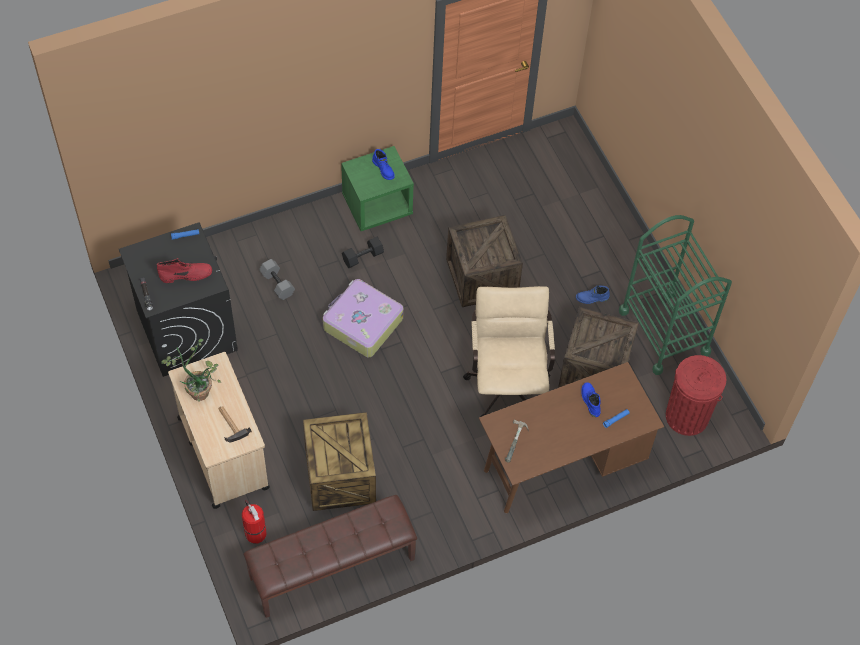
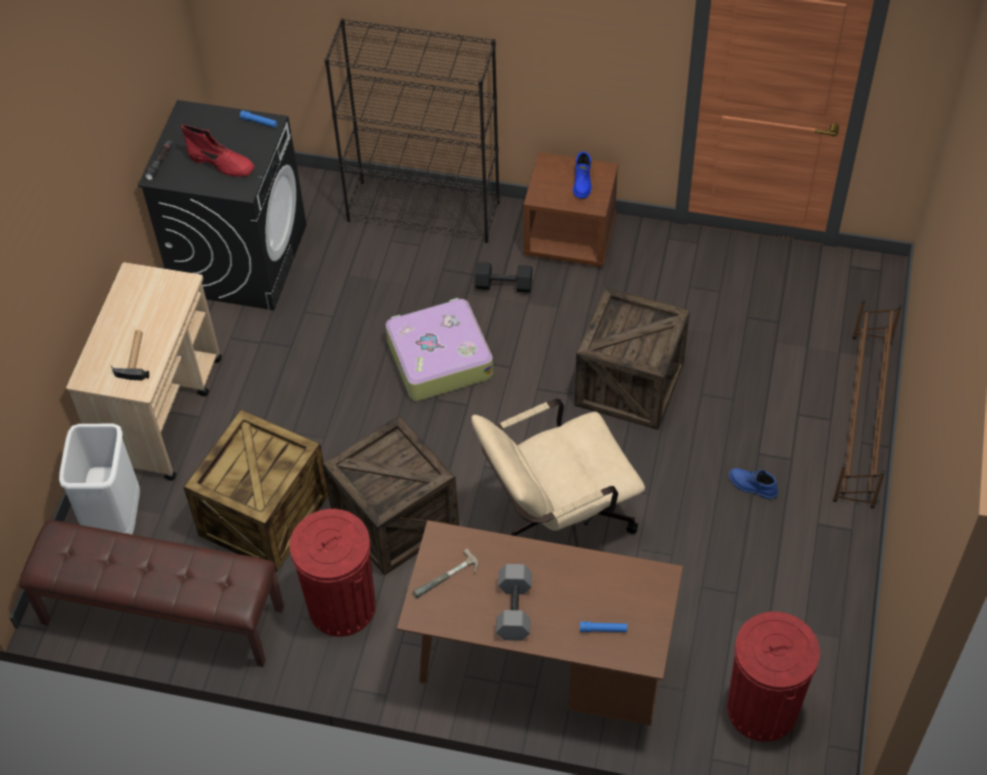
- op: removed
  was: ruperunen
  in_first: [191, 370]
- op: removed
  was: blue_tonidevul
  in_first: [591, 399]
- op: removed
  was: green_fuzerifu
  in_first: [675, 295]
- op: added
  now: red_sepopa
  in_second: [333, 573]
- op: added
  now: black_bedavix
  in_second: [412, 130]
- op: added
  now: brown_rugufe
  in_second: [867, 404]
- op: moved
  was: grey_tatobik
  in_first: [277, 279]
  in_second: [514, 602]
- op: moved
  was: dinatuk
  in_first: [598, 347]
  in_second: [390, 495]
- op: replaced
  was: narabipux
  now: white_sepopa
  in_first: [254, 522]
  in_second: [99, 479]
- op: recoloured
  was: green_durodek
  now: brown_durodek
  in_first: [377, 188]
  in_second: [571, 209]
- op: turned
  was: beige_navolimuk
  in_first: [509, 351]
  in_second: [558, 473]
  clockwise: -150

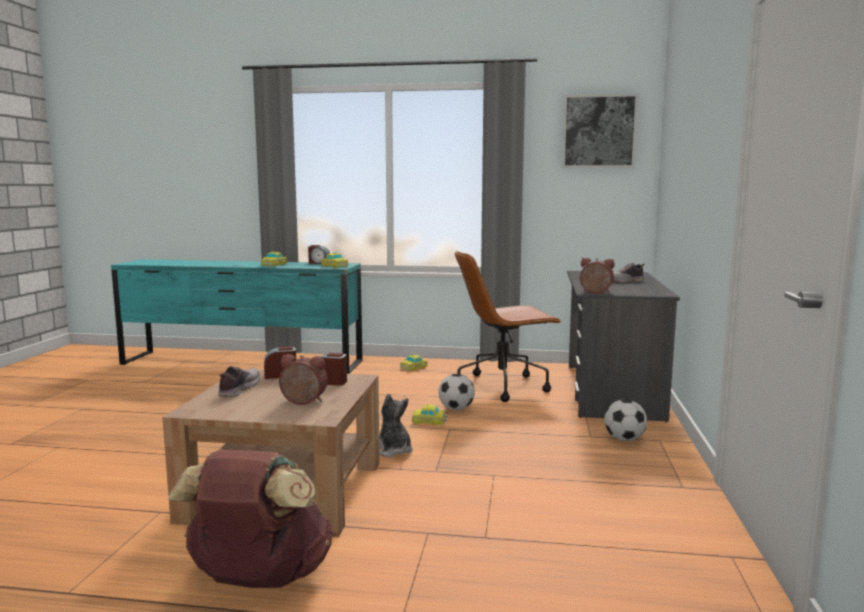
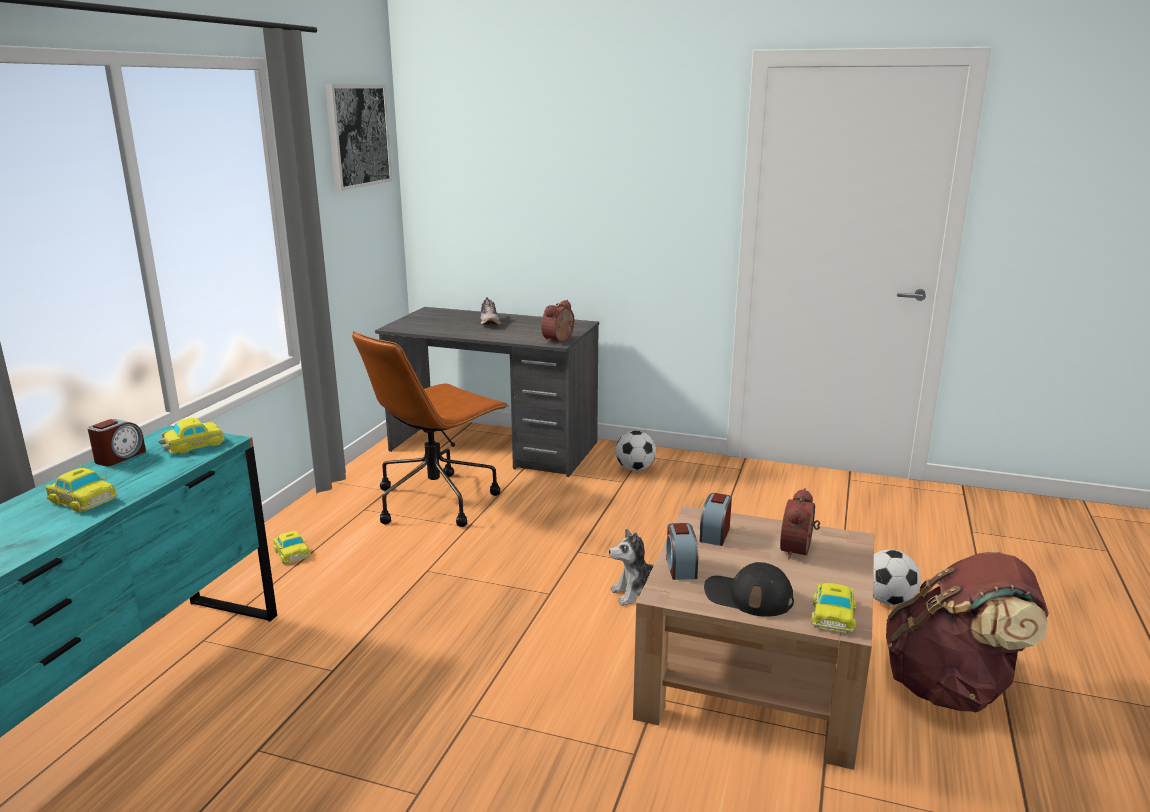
- op: moved
  was: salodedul
  in_first: [430, 414]
  in_second: [833, 608]
- op: moved
  was: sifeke
  in_first: [456, 392]
  in_second: [897, 577]
- op: replaced
  was: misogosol
  now: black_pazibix
  in_first: [239, 381]
  in_second: [749, 589]
- op: turned
  was: brown_navolimuk
  in_first: [508, 326]
  in_second: [430, 429]
  clockwise: 45

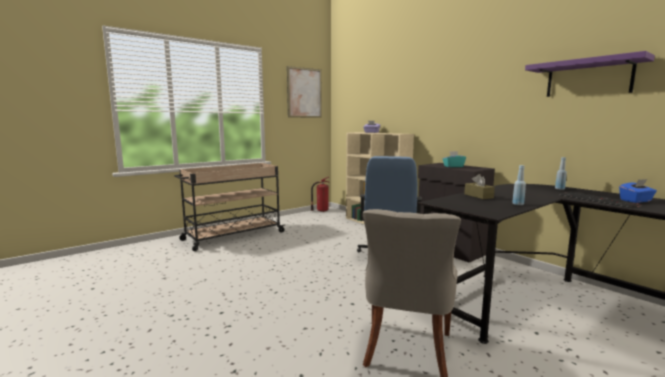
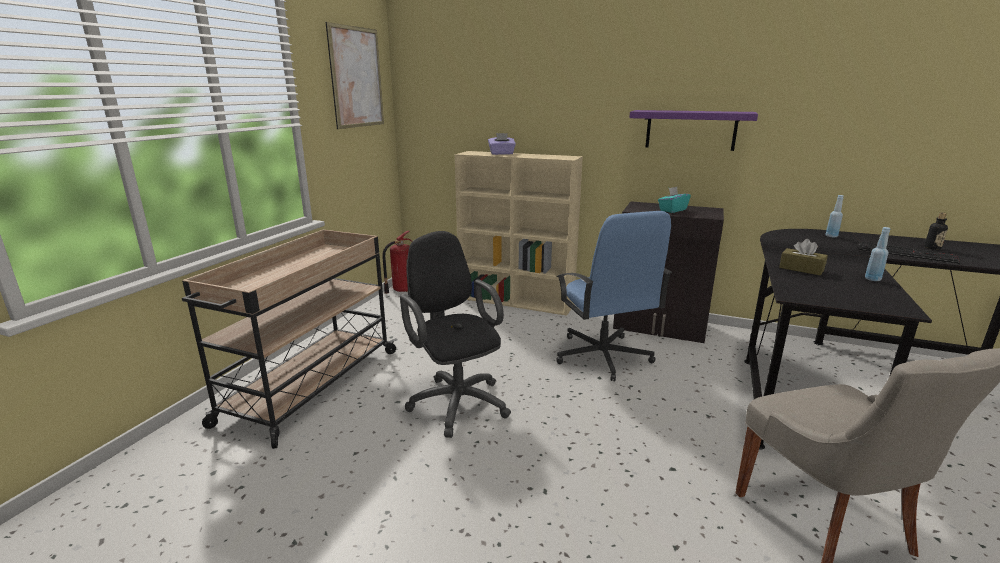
- op: added
  now: black_navolimuk
  in_second: [455, 334]
- op: moved
  was: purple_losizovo
  in_first: [590, 74]
  in_second: [693, 130]
- op: replaced
  was: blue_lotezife
  now: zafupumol
  in_first: [638, 191]
  in_second: [936, 231]

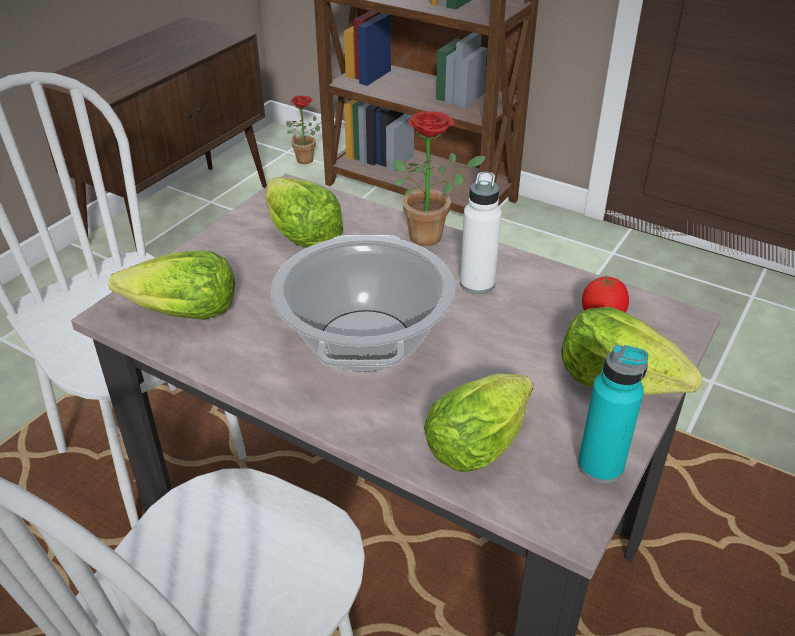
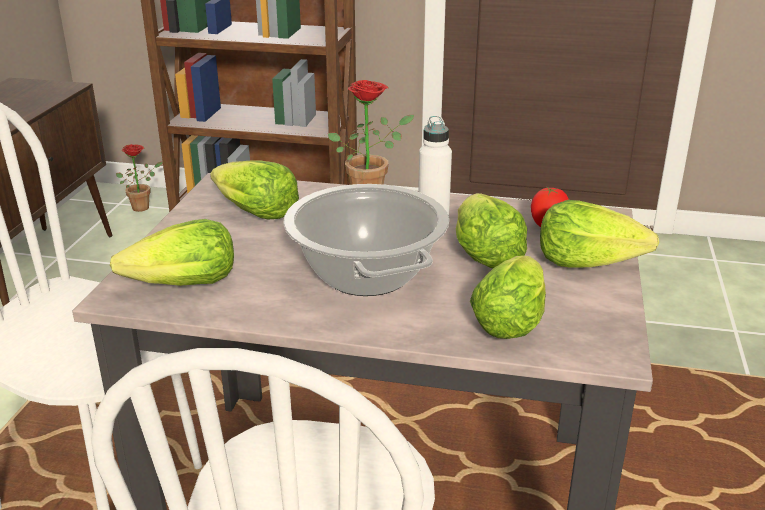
- op: removed
  was: turquoise_zafupumol
  in_first: [613, 414]
- op: added
  now: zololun
  in_second: [491, 230]

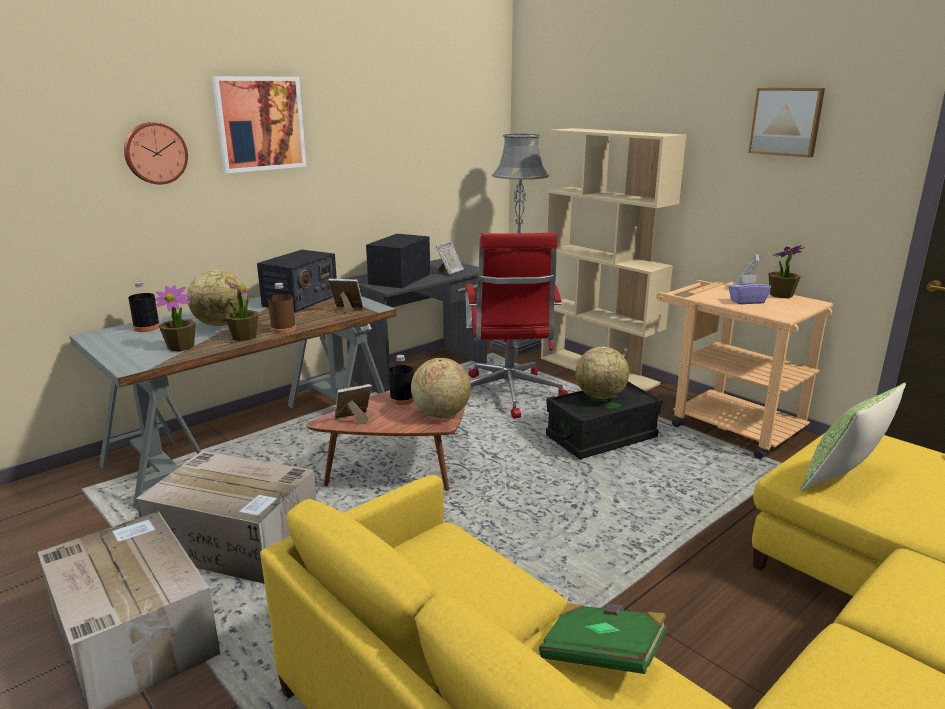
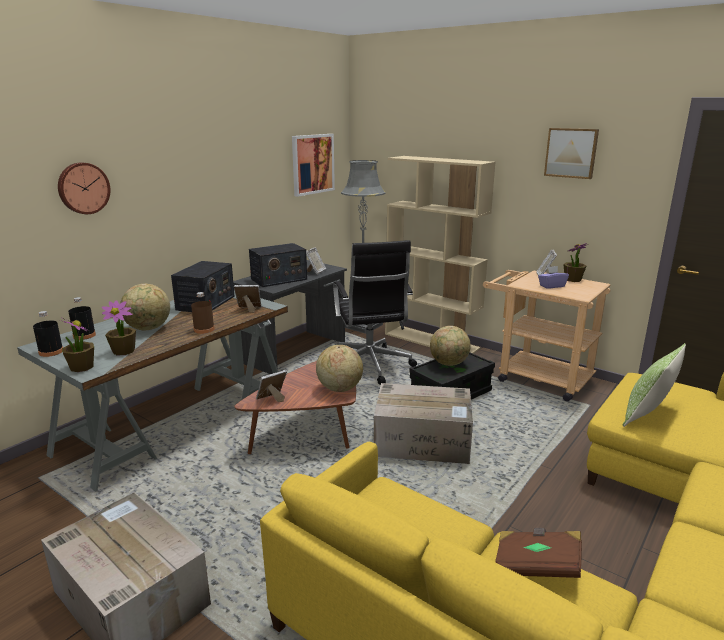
- op: moved
  was: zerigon
  in_first: [226, 517]
  in_second: [423, 423]
- op: moved
  was: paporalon
  in_first: [259, 124]
  in_second: [313, 165]
- op: moved
  was: ruperunen
  in_first: [242, 311]
  in_second: [77, 345]
- op: moved
  was: black_zafupumol
  in_first: [401, 380]
  in_second: [48, 334]
- op: recoloured
  was: red_navolimuk
  now: black_navolimuk
  in_first: [516, 325]
  in_second: [375, 312]
- op: recoloured
  was: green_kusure
  now: brown_kusure
  in_first: [603, 638]
  in_second: [538, 553]
- op: turned
  was: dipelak
  in_first: [398, 261]
  in_second: [278, 265]
  clockwise: -135

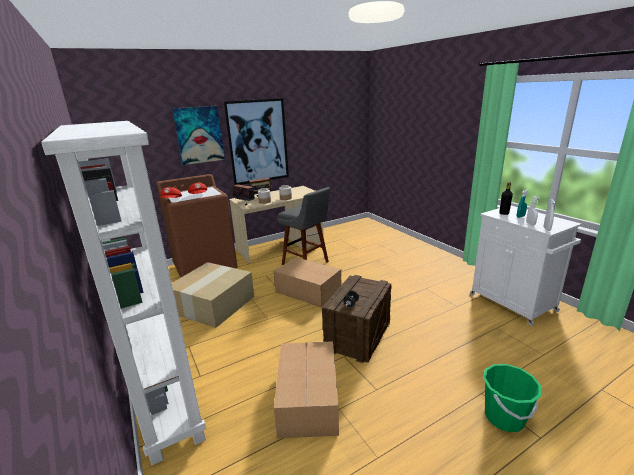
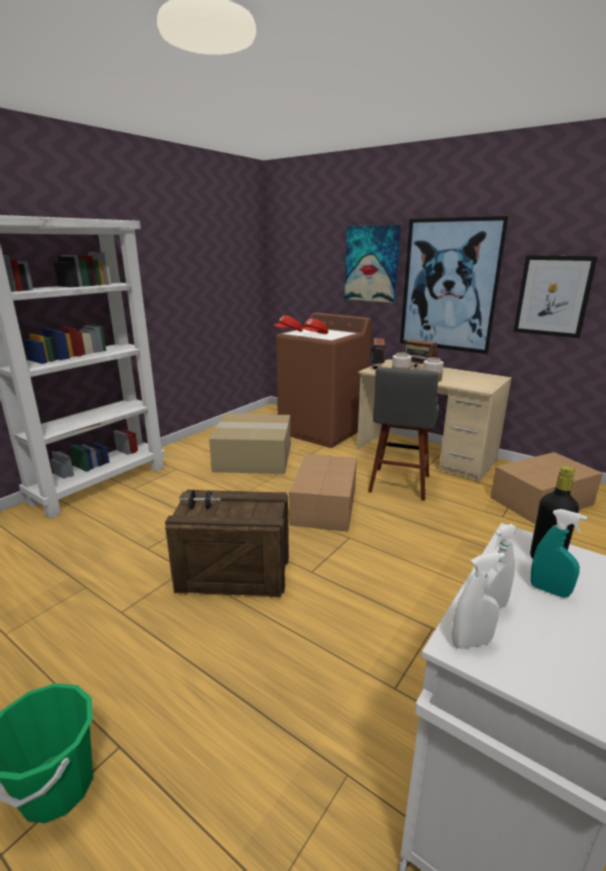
- op: added
  now: paporalon
  in_second: [555, 296]
- op: moved
  was: zerigon
  in_first: [306, 389]
  in_second: [546, 488]

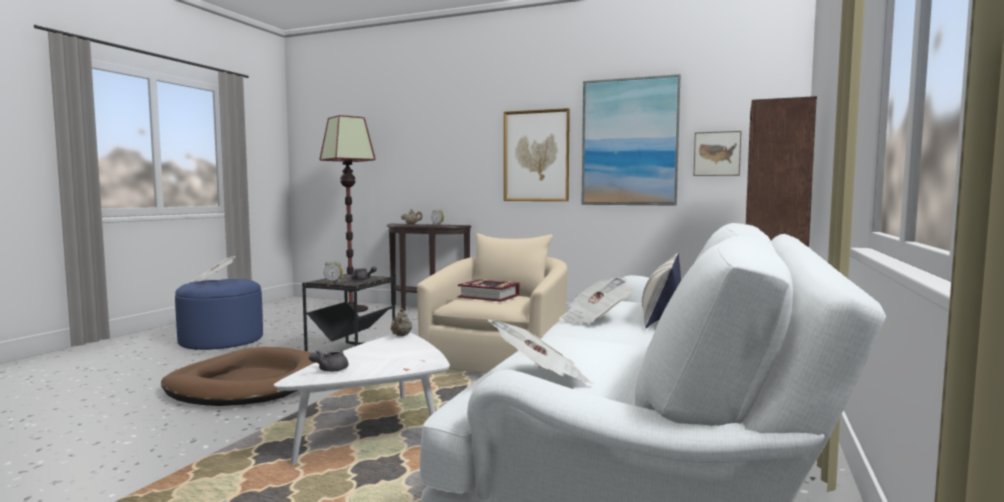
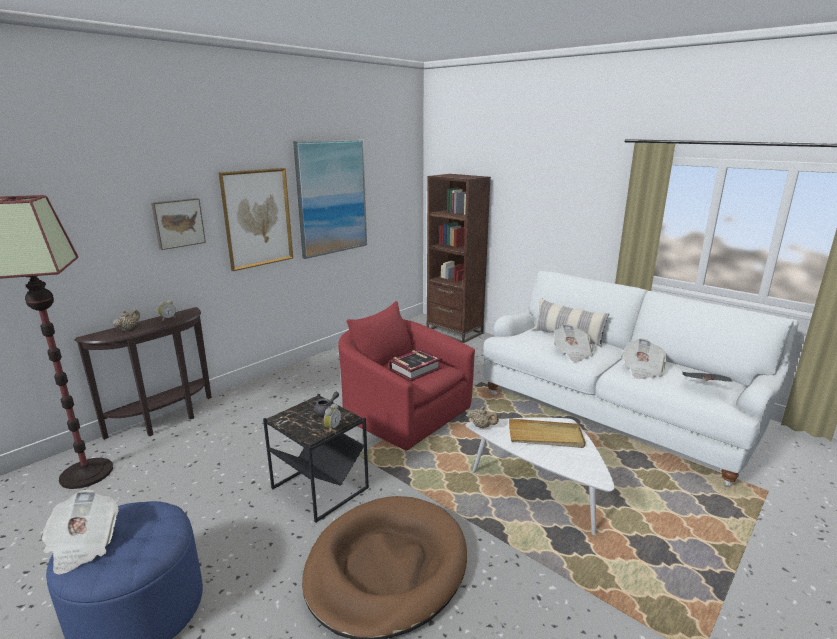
- op: removed
  was: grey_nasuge
  in_first: [328, 361]
- op: added
  now: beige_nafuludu
  in_second: [547, 433]
- op: added
  now: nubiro
  in_second: [644, 359]
- op: moved
  was: paporalon
  in_first: [717, 153]
  in_second: [178, 224]
- op: recoloured
  was: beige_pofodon
  now: red_pofodon
  in_first: [492, 303]
  in_second: [406, 376]

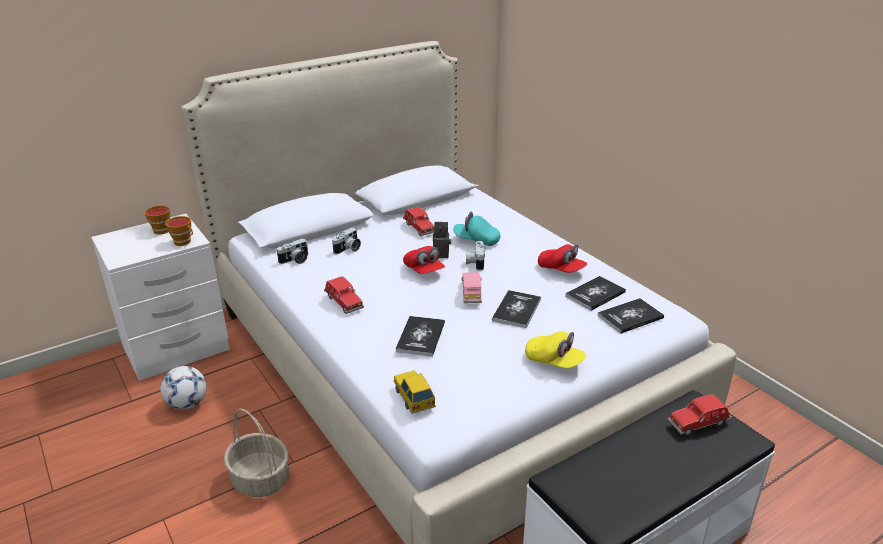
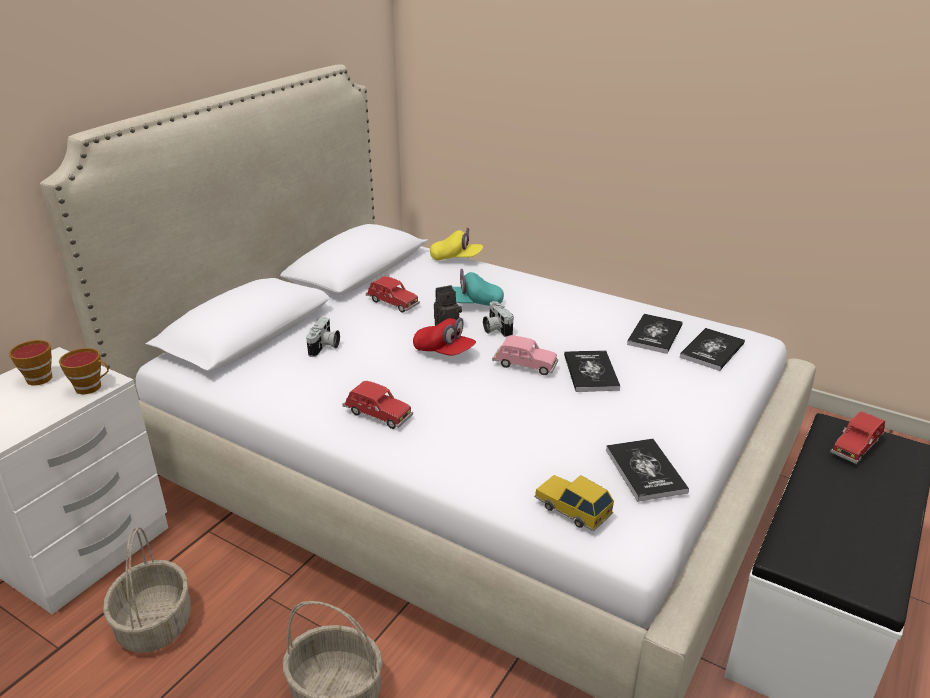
- op: removed
  was: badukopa
  in_first: [292, 251]
- op: removed
  was: red_pazibix
  in_first: [562, 258]
- op: moved
  was: kusure
  in_first: [420, 336]
  in_second: [647, 470]
- op: moved
  was: yellow_pazibix
  in_first: [555, 349]
  in_second: [456, 244]
- op: replaced
  was: sifeke
  now: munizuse
  in_first: [183, 388]
  in_second: [147, 590]
- op: turned
  was: pink_salodedul
  in_first: [472, 288]
  in_second: [525, 355]
  clockwise: 135

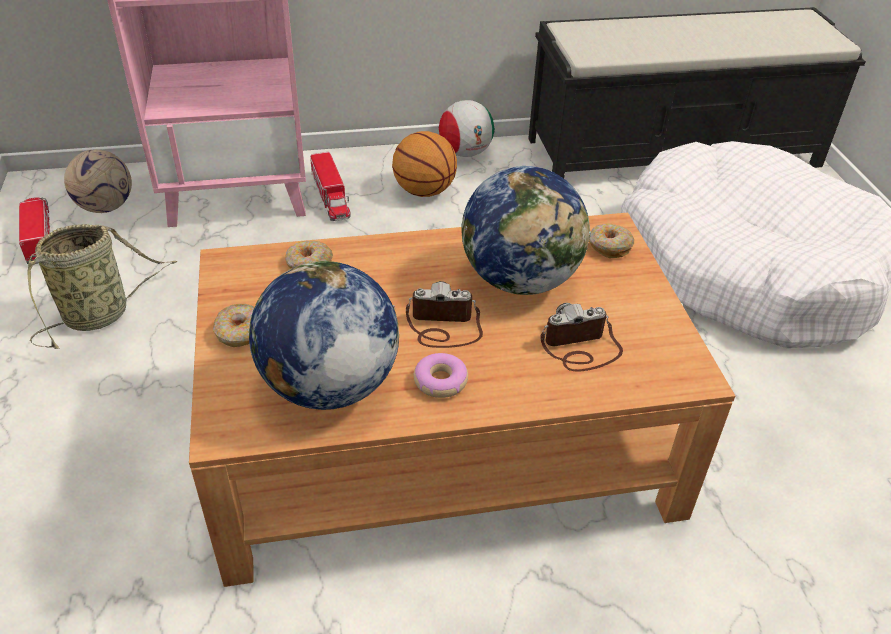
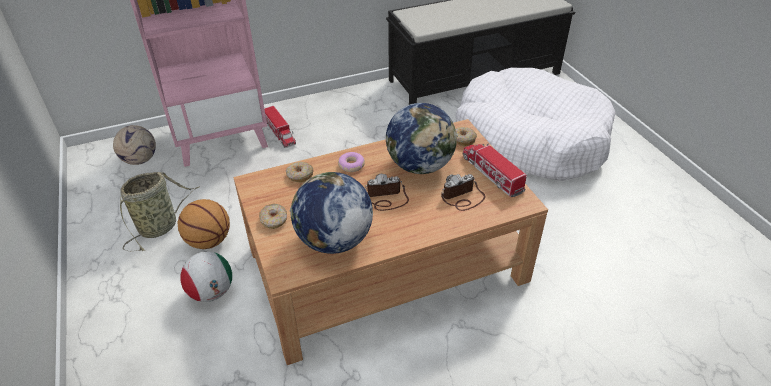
- op: moved
  was: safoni
  in_first: [34, 230]
  in_second: [495, 170]
- op: moved
  was: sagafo
  in_first: [424, 164]
  in_second: [203, 224]
- op: moved
  was: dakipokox
  in_first: [441, 375]
  in_second: [351, 162]
- op: moved
  was: sifeke
  in_first: [467, 128]
  in_second: [206, 277]

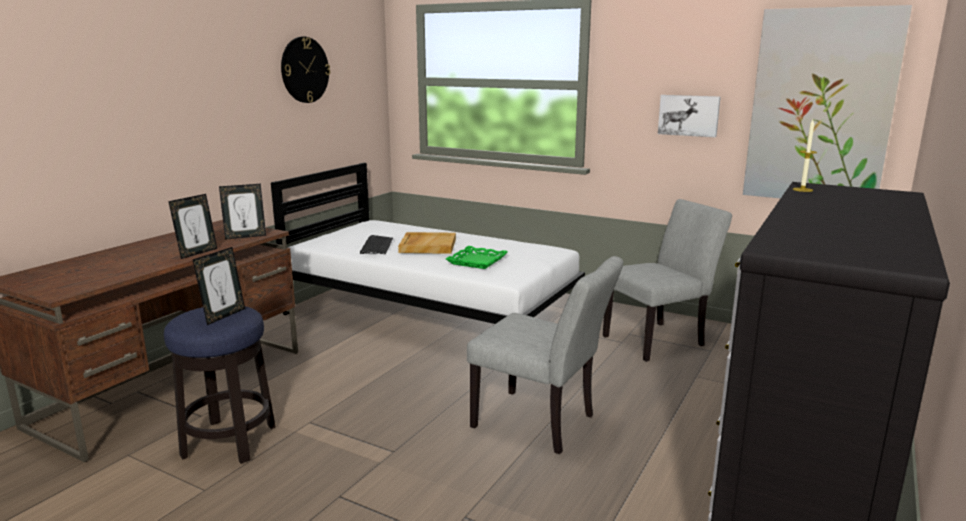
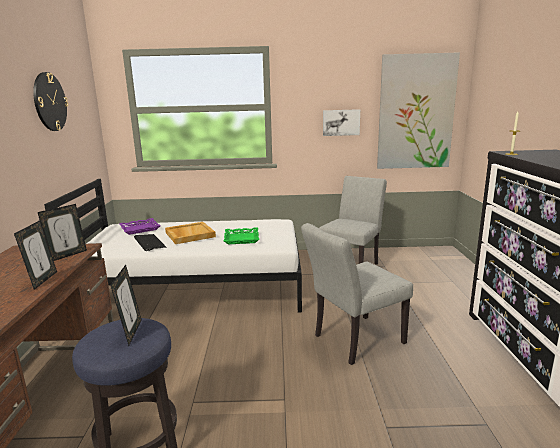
- op: added
  now: purple_nafuludu
  in_second: [139, 226]
- op: turned
  was: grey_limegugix
  in_first: [545, 355]
  in_second: [357, 294]
  clockwise: 150

